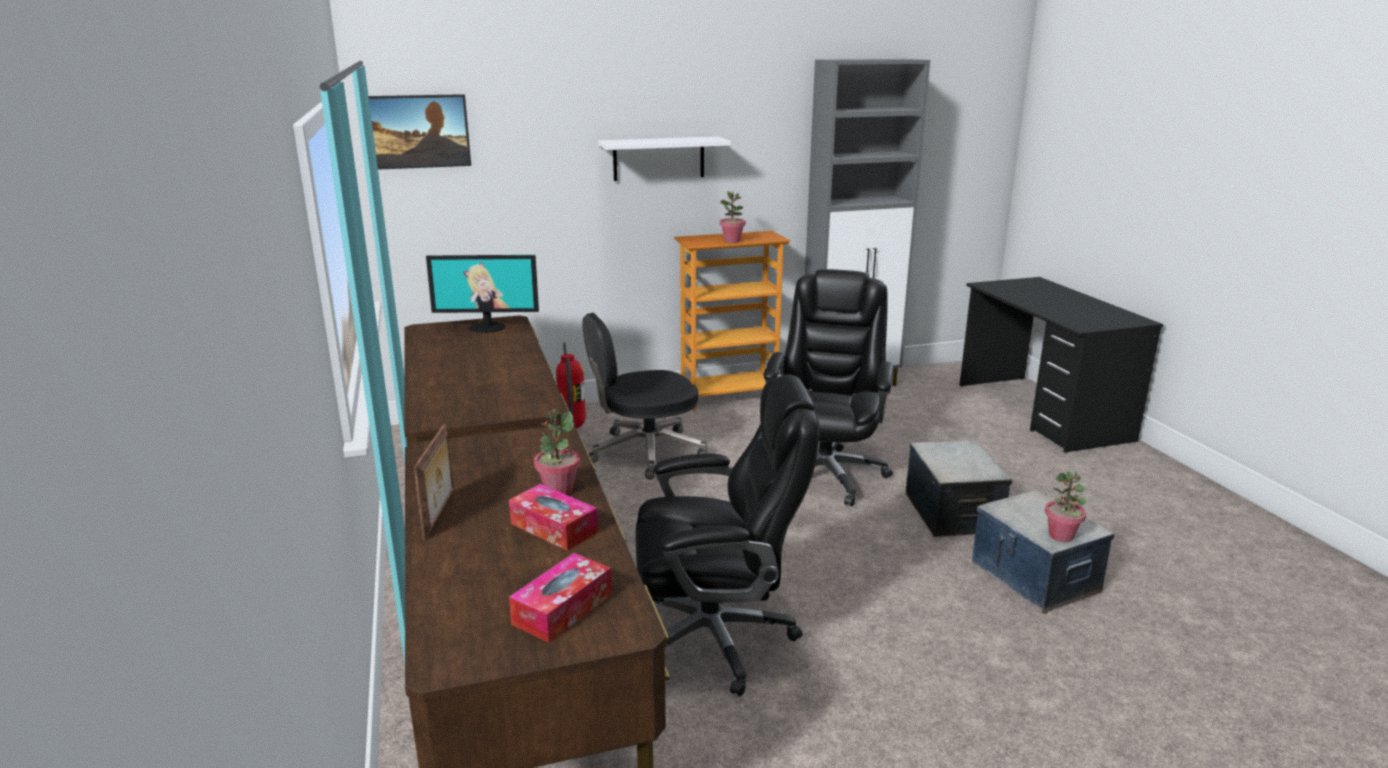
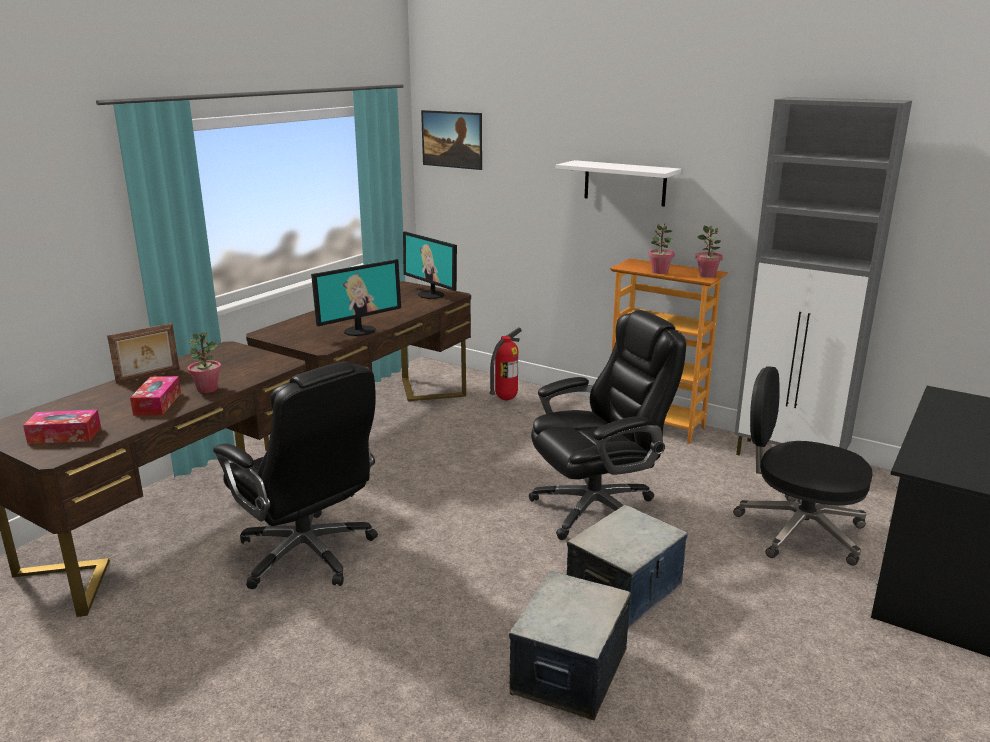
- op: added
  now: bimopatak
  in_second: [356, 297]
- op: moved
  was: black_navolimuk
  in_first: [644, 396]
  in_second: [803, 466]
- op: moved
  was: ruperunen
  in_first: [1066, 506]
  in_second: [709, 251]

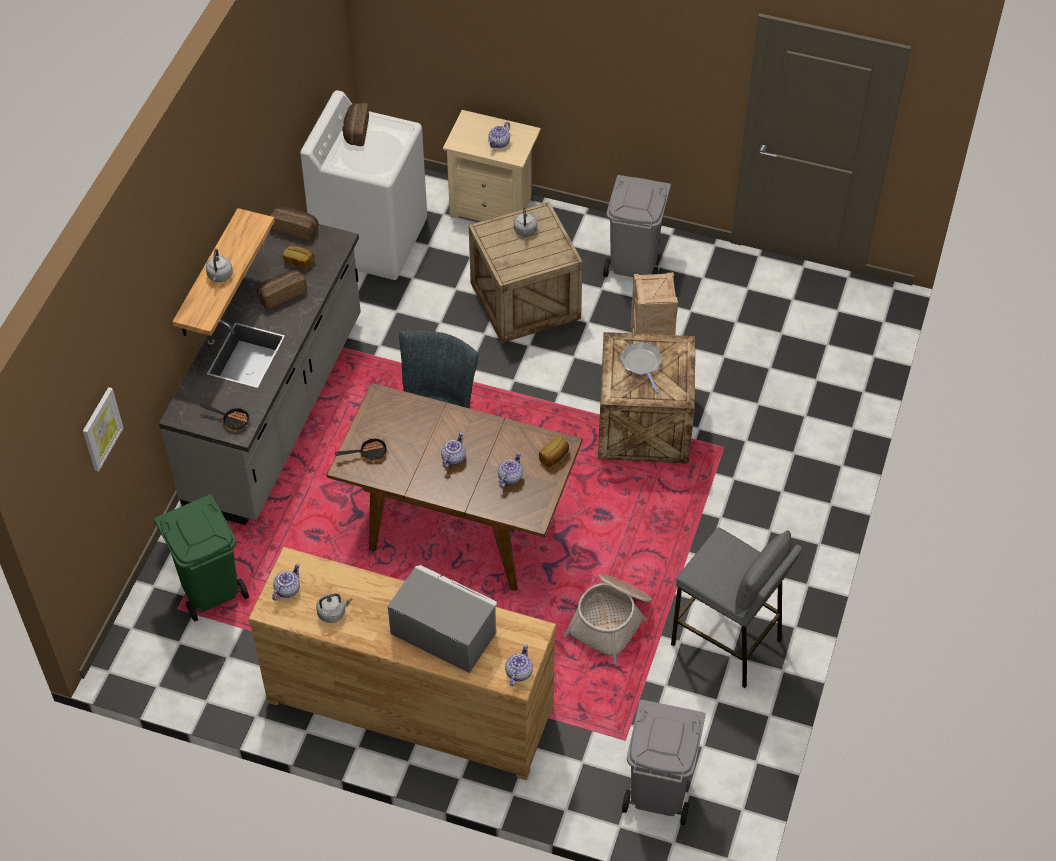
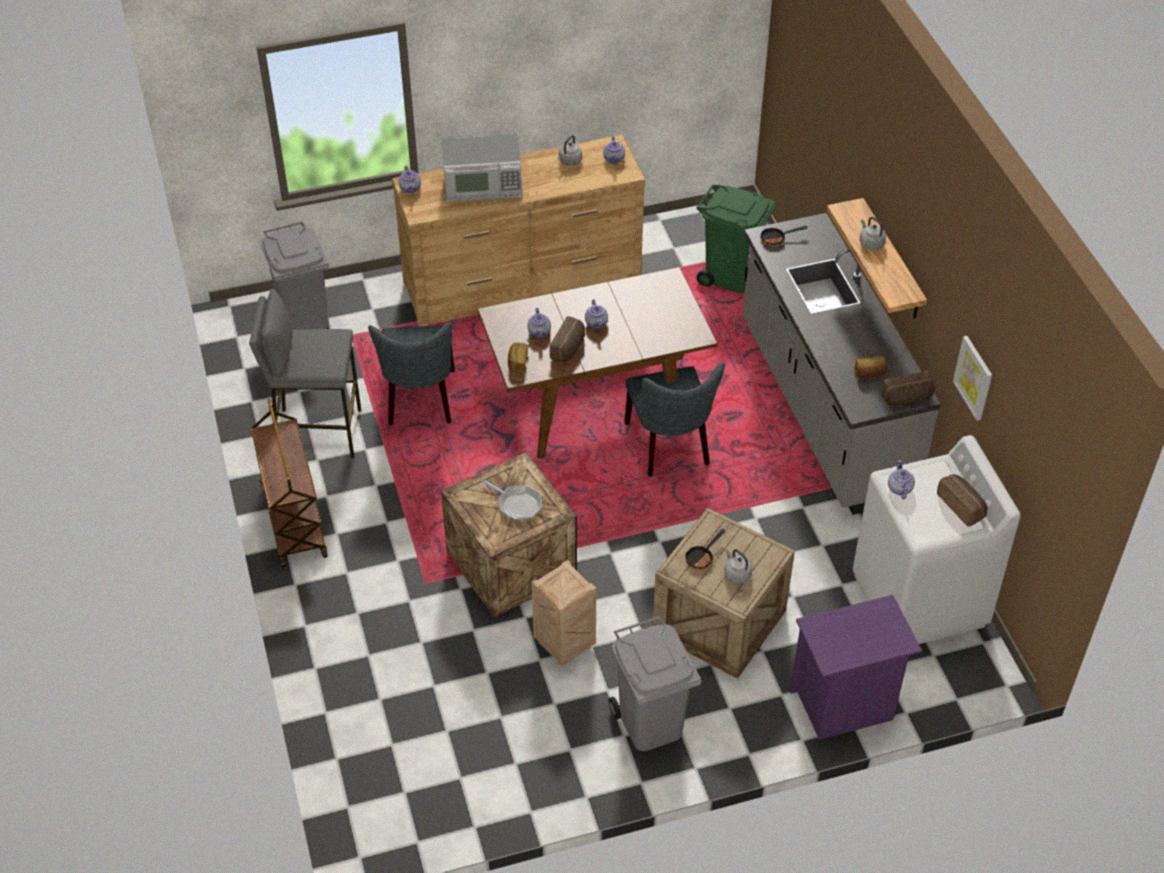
- op: added
  now: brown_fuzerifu
  in_second: [289, 483]
- op: moved
  was: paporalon
  in_first: [103, 429]
  in_second: [972, 378]
- op: moved
  was: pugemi
  in_first: [282, 290]
  in_second: [567, 339]
- op: moved
  was: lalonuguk
  in_first: [361, 450]
  in_second: [705, 549]
- op: moved
  was: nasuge
  in_first: [499, 135]
  in_second: [901, 479]
- op: replaced
  was: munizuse
  now: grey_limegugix
  in_first: [607, 619]
  in_second: [411, 374]
- op: recoloured
  was: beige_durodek
  now: purple_durodek
  in_first: [492, 166]
  in_second: [856, 667]

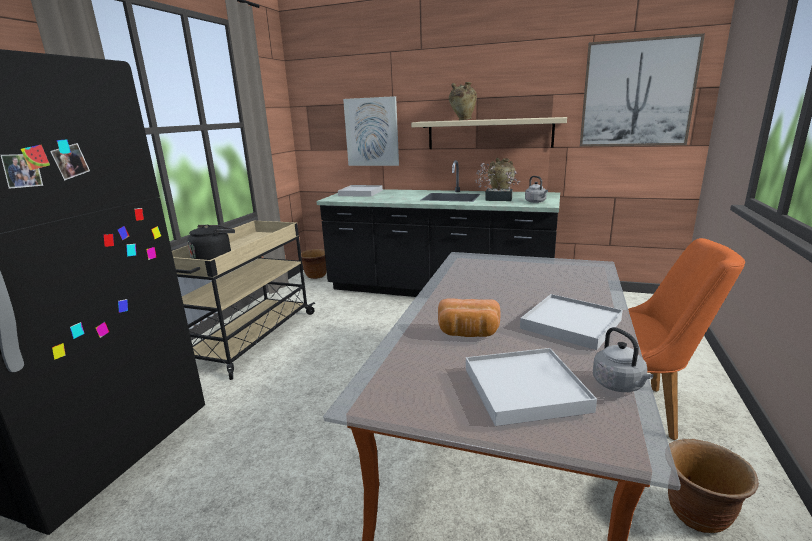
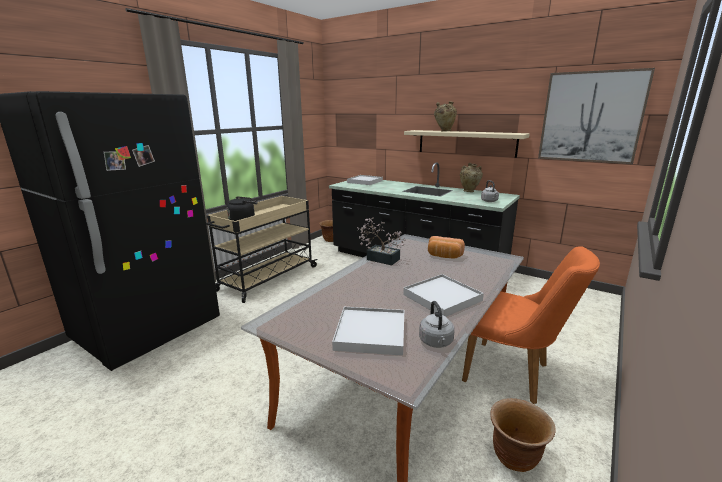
- op: removed
  was: paporalon
  in_first: [371, 131]
- op: moved
  was: pugemi
  in_first: [469, 317]
  in_second: [446, 247]
- op: moved
  was: ruperunen
  in_first: [497, 181]
  in_second: [381, 241]

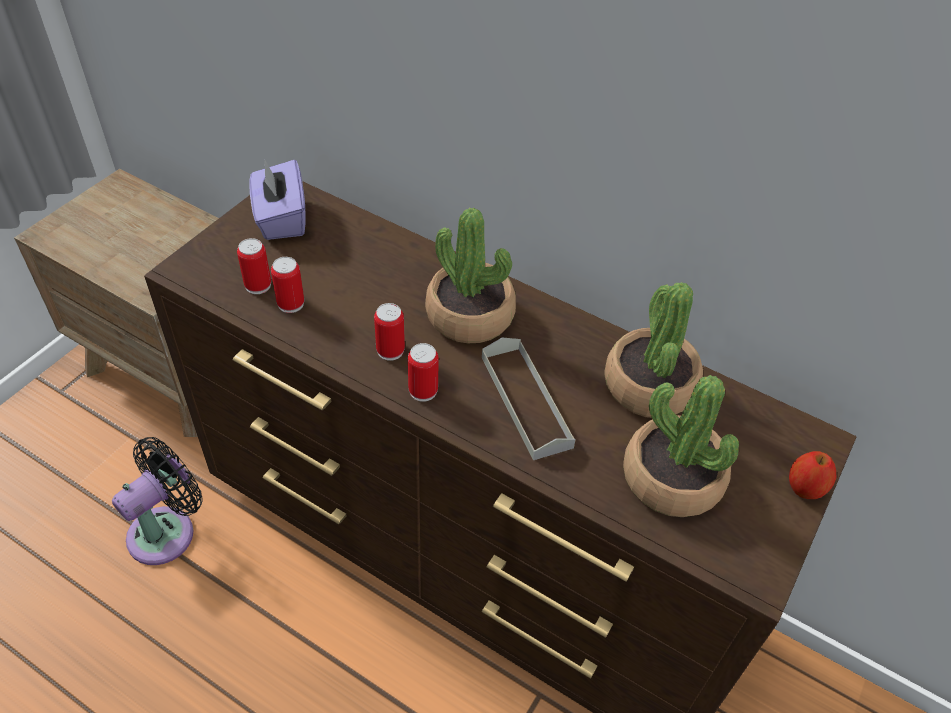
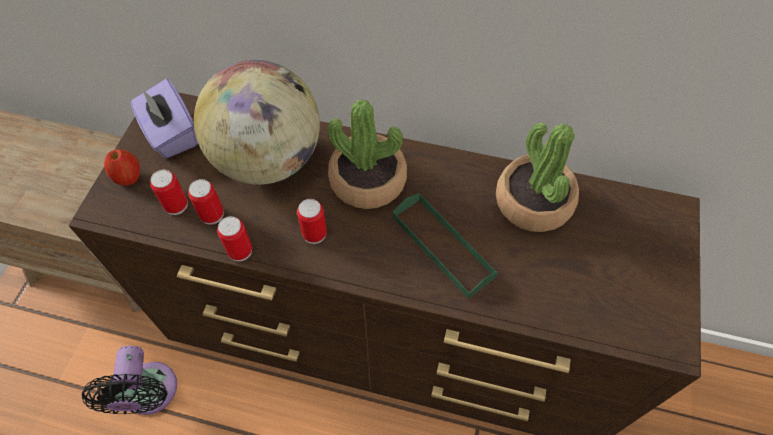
- op: removed
  was: ruperunen
  in_first: [681, 446]
- op: added
  now: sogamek
  in_second: [257, 122]
- op: moved
  was: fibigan
  in_first: [423, 372]
  in_second: [234, 239]
- op: moved
  was: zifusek
  in_first: [813, 475]
  in_second: [122, 167]
- op: recoloured
  was: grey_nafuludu
  now: green_nafuludu
  in_first: [529, 399]
  in_second: [445, 246]
- op: turned
  was: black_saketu
  in_first: [157, 501]
  in_second: [129, 380]
  clockwise: 150

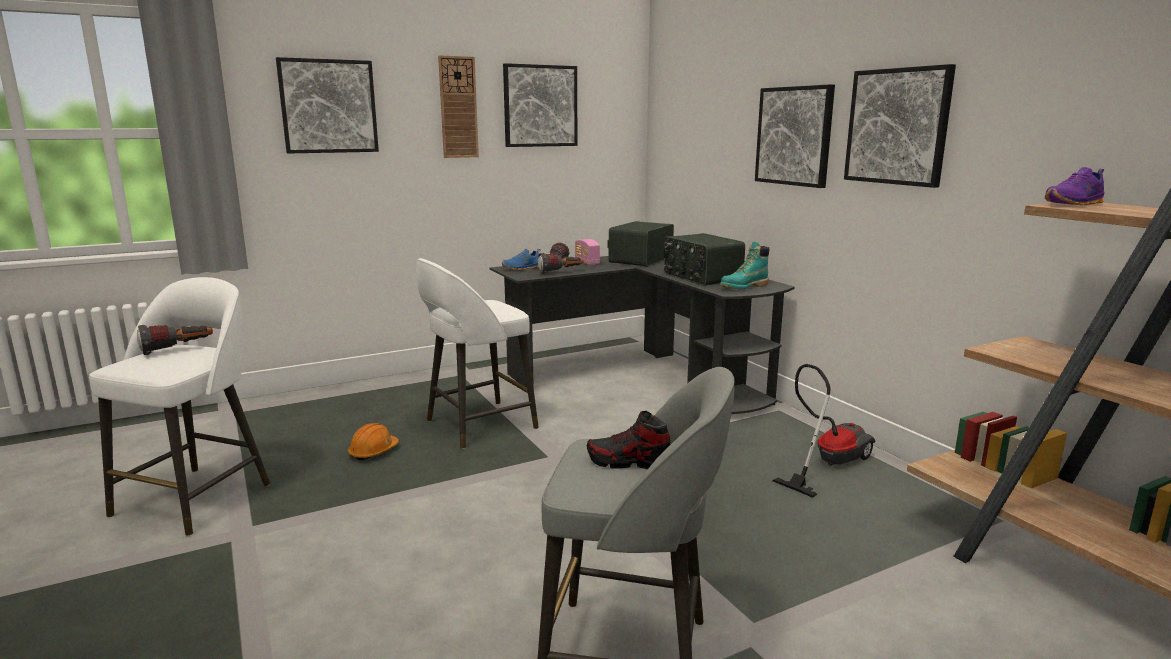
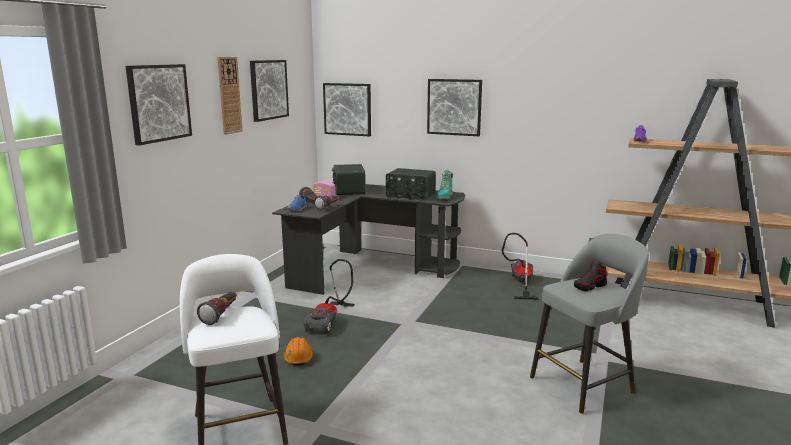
- op: moved
  was: paporalon
  in_first: [900, 126]
  in_second: [347, 110]
- op: replaced
  was: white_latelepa
  now: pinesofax
  in_first: [477, 353]
  in_second: [328, 296]

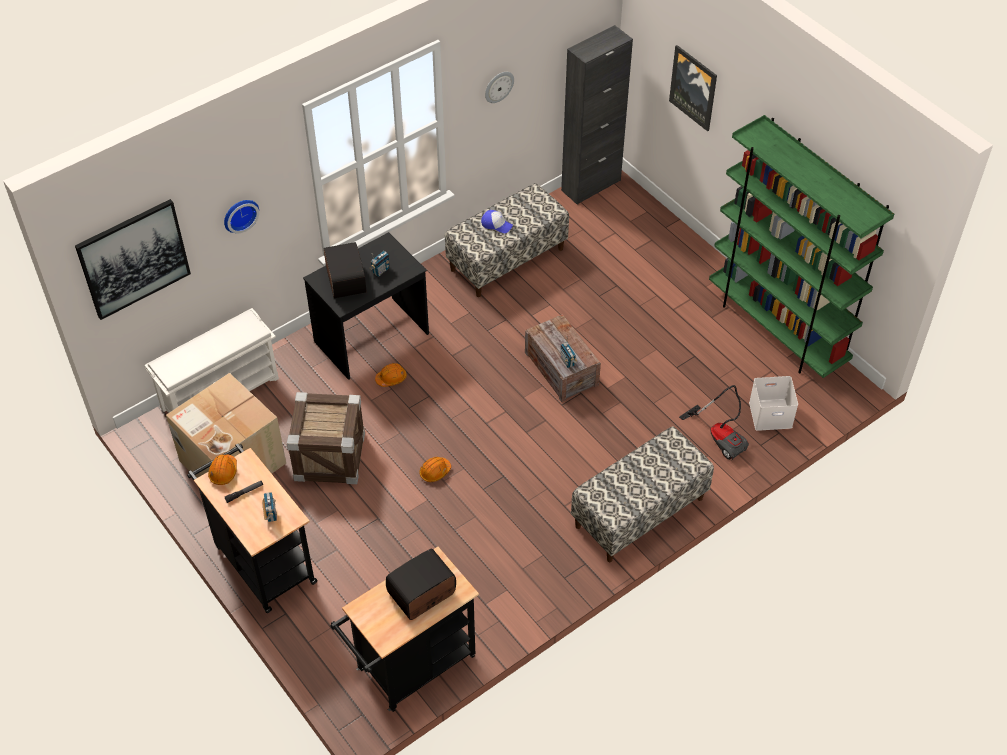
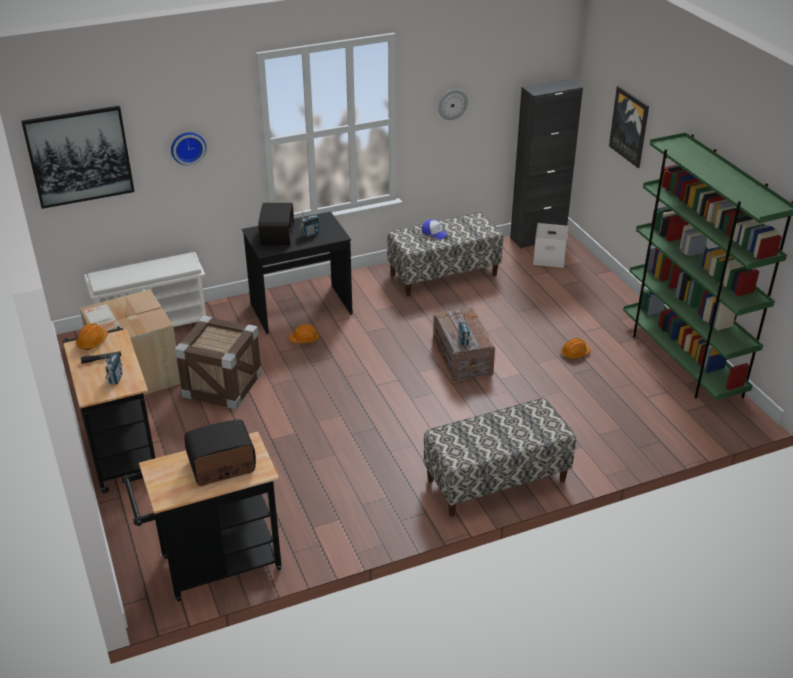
- op: removed
  was: pinesofax
  in_first: [714, 423]
- op: moved
  was: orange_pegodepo
  in_first: [435, 469]
  in_second: [576, 348]
- op: moved
  was: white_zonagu
  in_first: [773, 403]
  in_second: [550, 245]

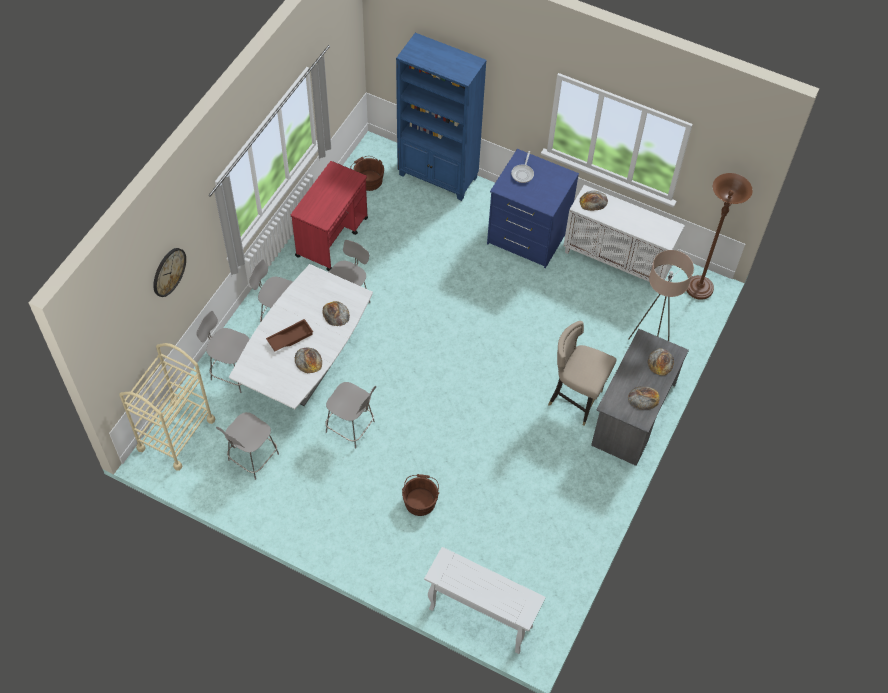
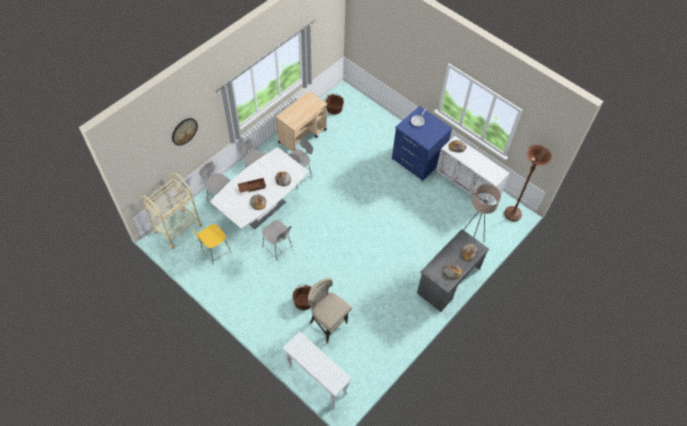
- op: removed
  was: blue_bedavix
  in_first: [441, 117]
- op: moved
  was: beige_latelepa
  in_first: [582, 373]
  in_second: [330, 310]
- op: recoloured
  was: grey_limegugix
  now: yellow_limegugix
  in_first: [247, 446]
  in_second: [212, 244]
- op: recoloured
  was: red_fuzerifu
  now: beige_fuzerifu
  in_first: [329, 216]
  in_second: [301, 121]

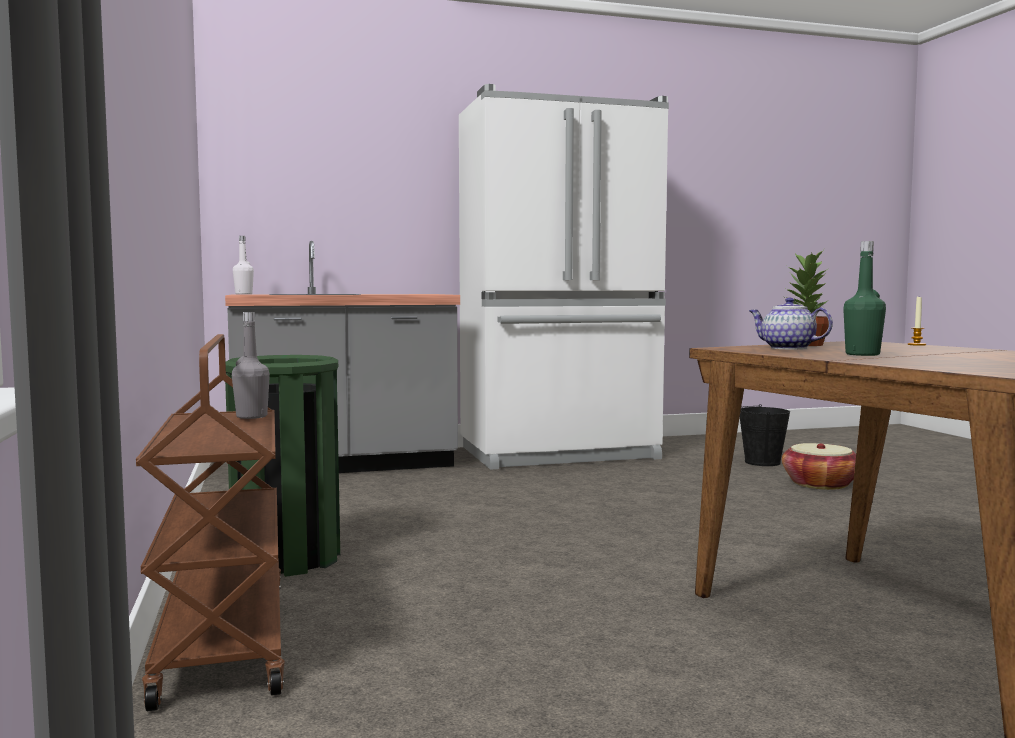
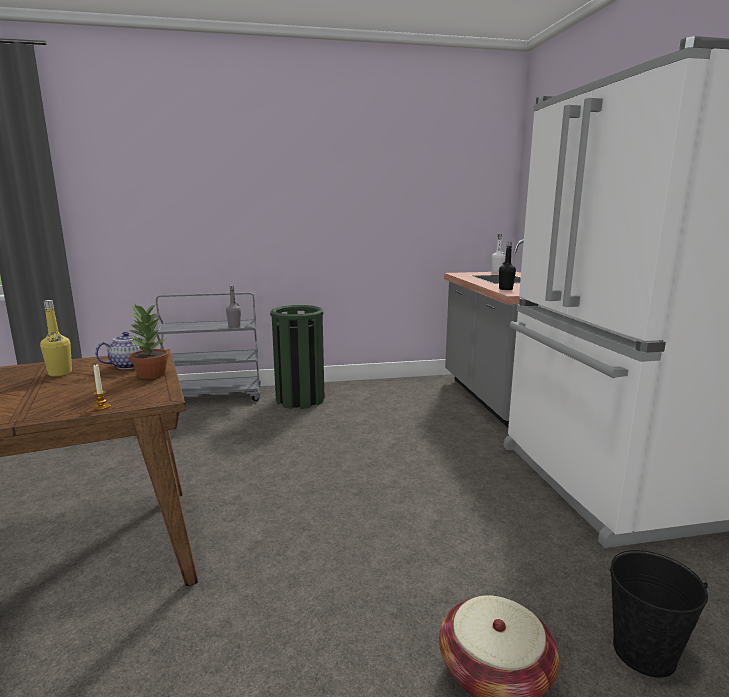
- op: added
  now: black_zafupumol
  in_second: [507, 265]
- op: recoloured
  was: brown_fuzerifu
  now: grey_fuzerifu
  in_first: [210, 522]
  in_second: [207, 346]
- op: recoloured
  was: green_zafupumol
  now: yellow_zafupumol
  in_first: [864, 298]
  in_second: [56, 338]

